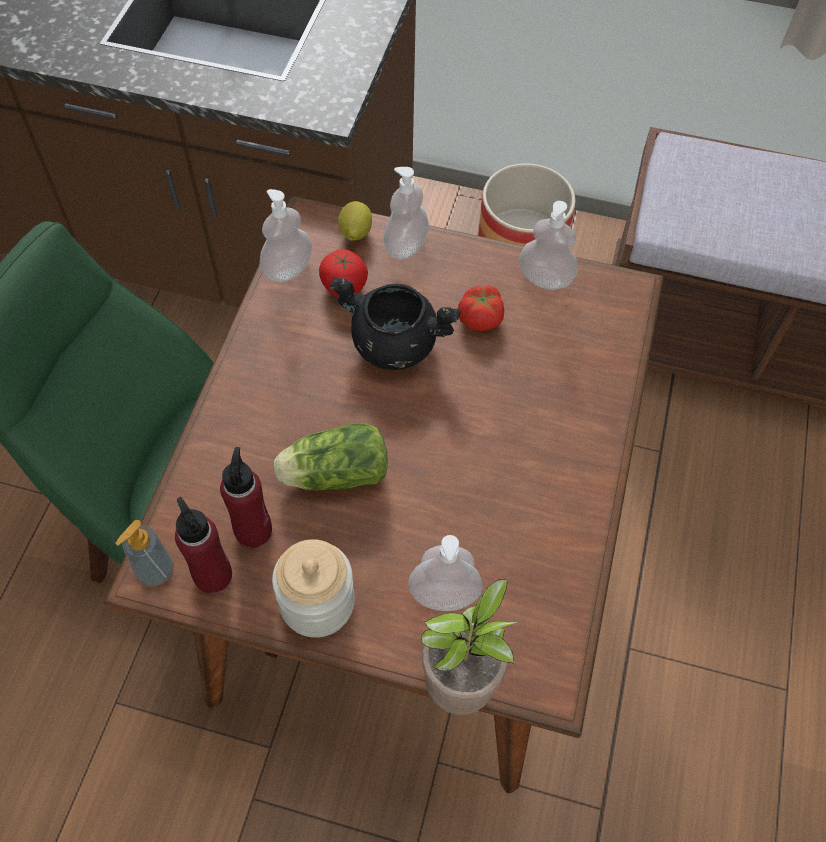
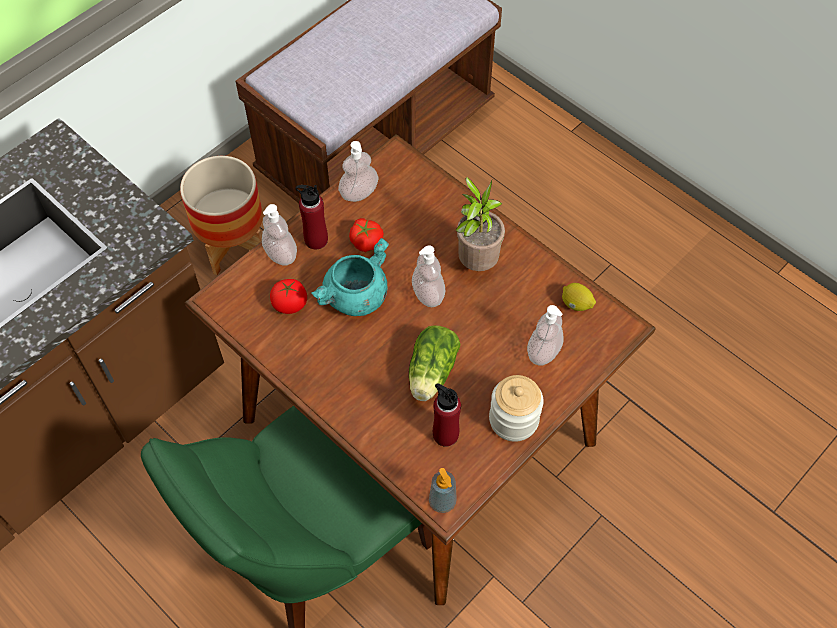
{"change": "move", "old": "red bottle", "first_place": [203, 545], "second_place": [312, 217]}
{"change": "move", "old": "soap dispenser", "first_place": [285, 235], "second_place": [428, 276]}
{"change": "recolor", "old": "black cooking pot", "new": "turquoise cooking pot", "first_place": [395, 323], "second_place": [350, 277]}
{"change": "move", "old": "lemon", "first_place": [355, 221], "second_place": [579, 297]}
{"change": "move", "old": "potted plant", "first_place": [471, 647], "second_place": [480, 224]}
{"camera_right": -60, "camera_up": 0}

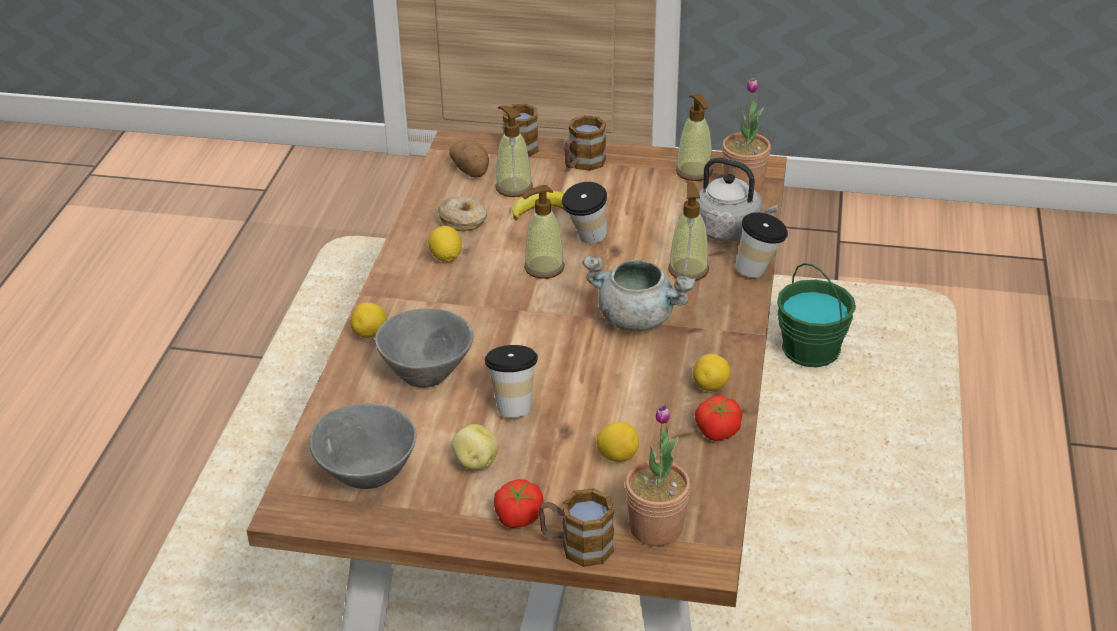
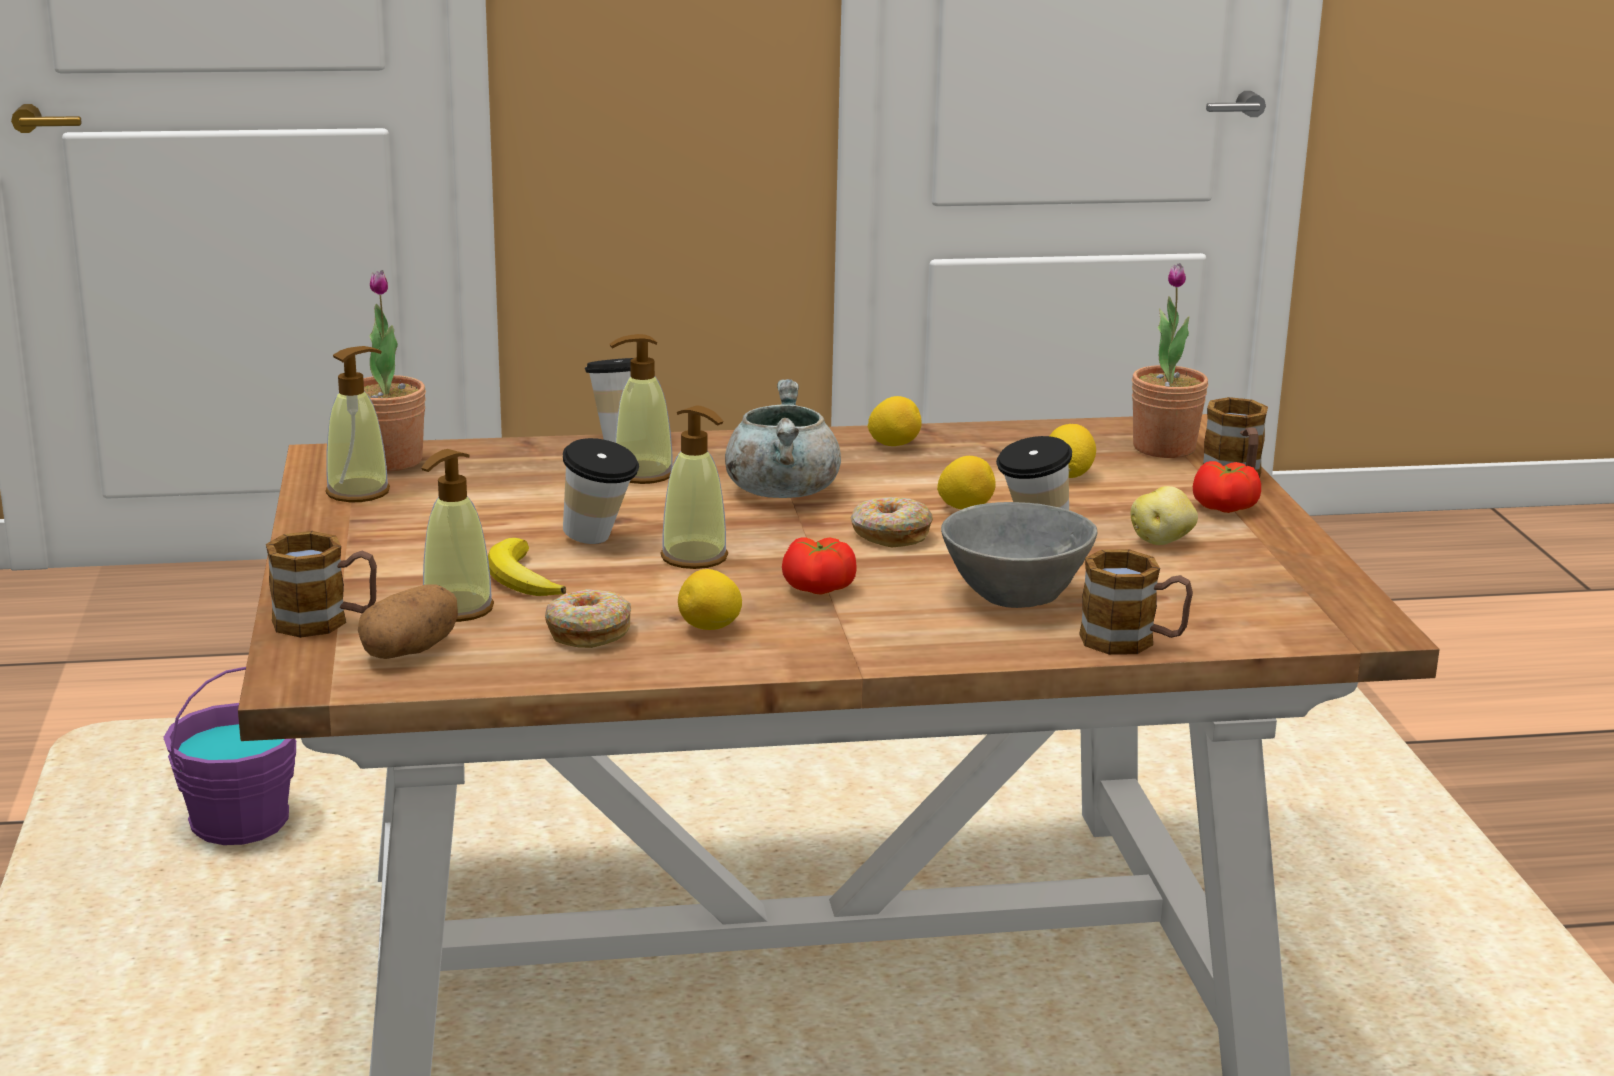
{"change": "delete", "old": "grey bowl", "first_place": [363, 446]}
{"change": "move", "old": "lemon", "first_place": [368, 320], "second_place": [966, 482]}
{"change": "move", "old": "mug", "first_place": [585, 143], "second_place": [1136, 602]}
{"change": "move", "old": "tomato", "first_place": [718, 418], "second_place": [819, 566]}
{"change": "delete", "old": "grey kettle", "first_place": [737, 200]}
{"change": "recolor", "old": "green bucket", "new": "purple bucket", "first_place": [816, 315], "second_place": [229, 756]}
{"change": "insert", "new": "donut", "second_place": [892, 522]}
{"camera_right": -110, "camera_up": -15}

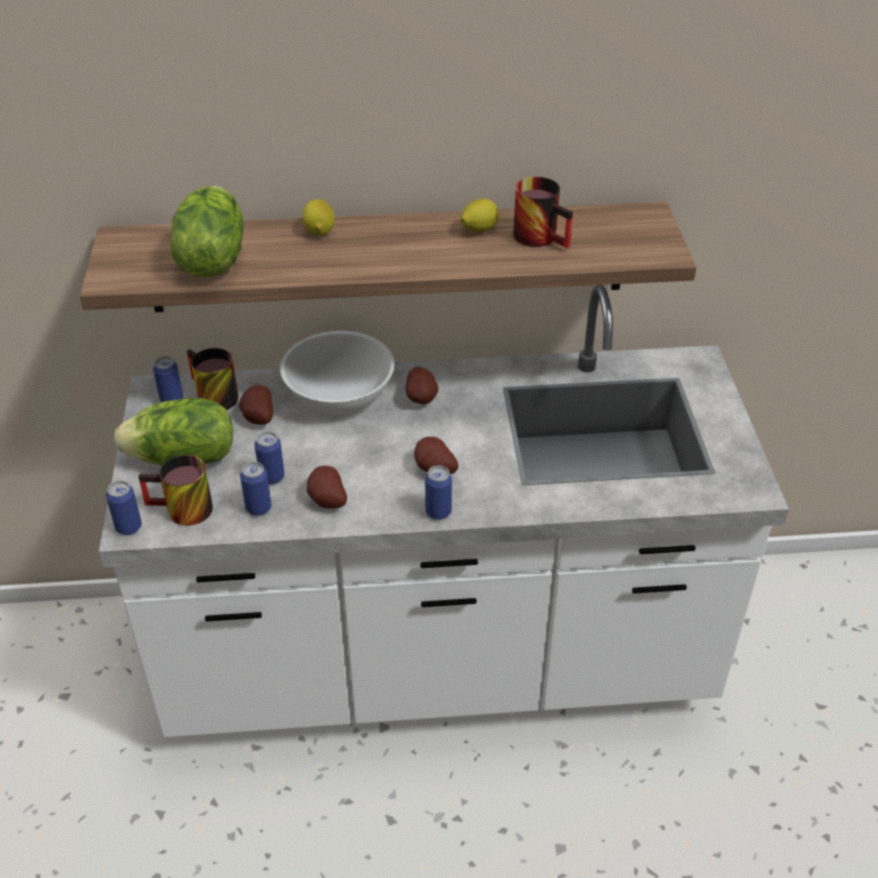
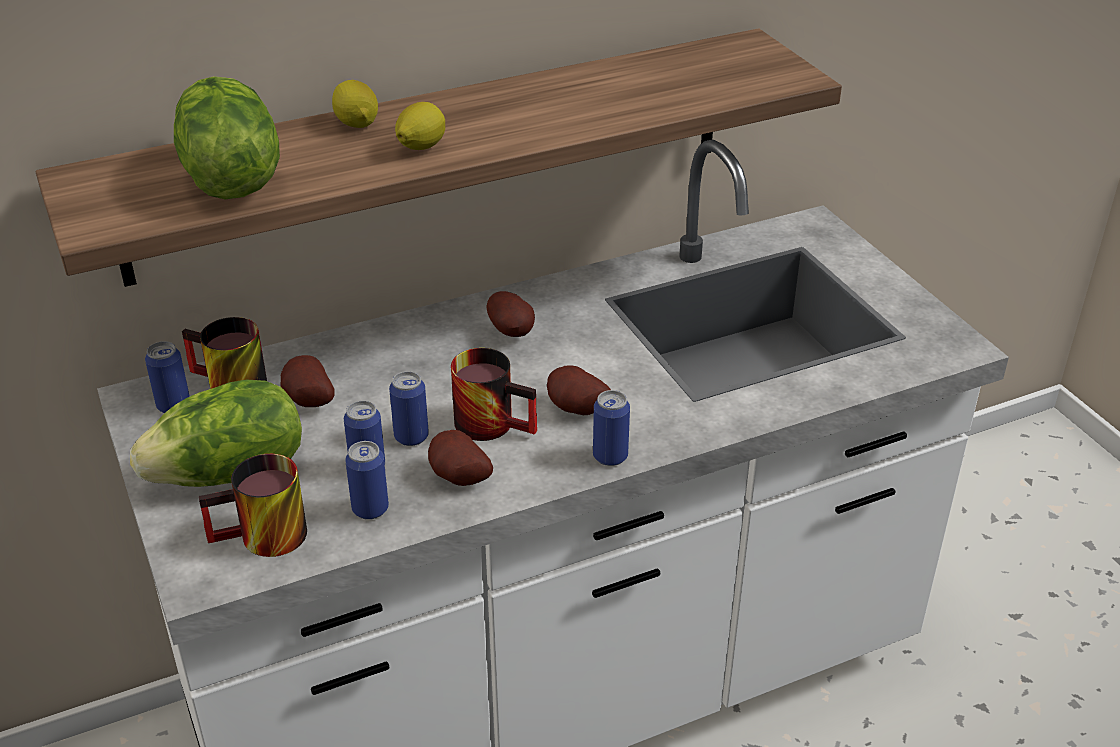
{"change": "move", "old": "can", "first_place": [124, 507], "second_place": [409, 408]}
{"change": "delete", "old": "white bowl", "first_place": [337, 373]}
{"change": "move", "old": "lemon", "first_place": [480, 215], "second_place": [420, 126]}
{"change": "move", "old": "mug", "first_place": [543, 212], "second_place": [494, 394]}
{"camera_right": -20, "camera_up": -5}

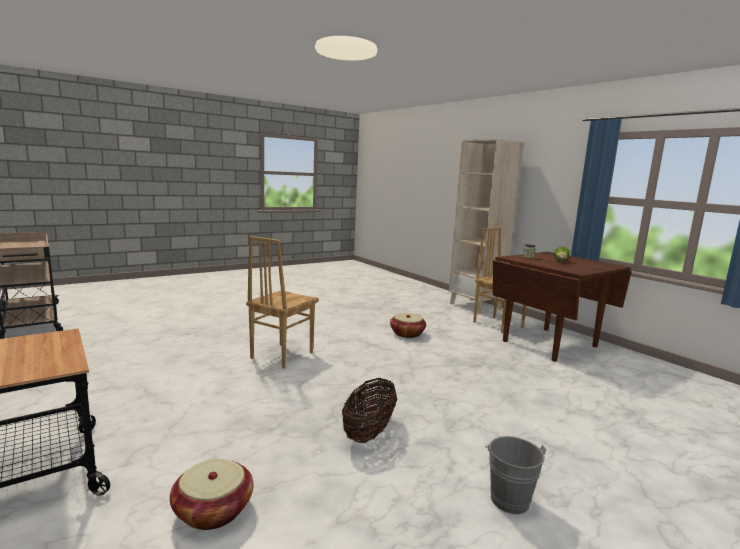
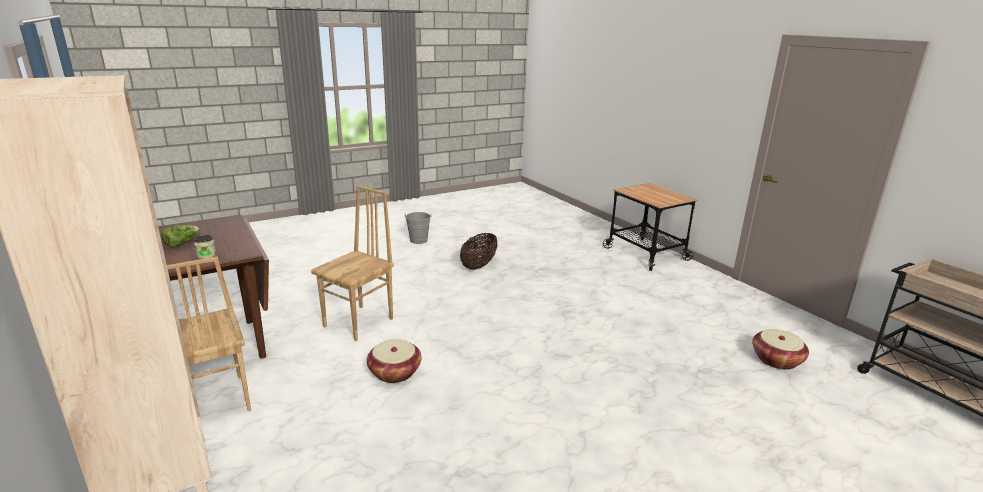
{"change": "move", "old": "basket", "first_place": [212, 494], "second_place": [780, 349]}
{"change": "move", "old": "brown chair", "first_place": [282, 302], "second_place": [352, 263]}
{"camera_right": -175, "camera_up": 10}

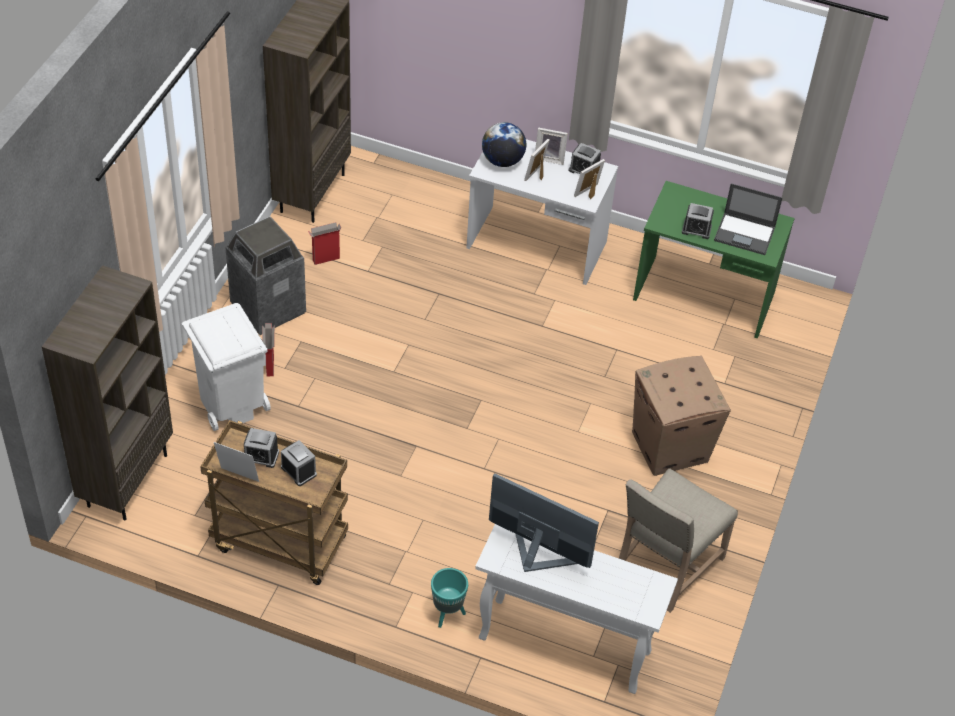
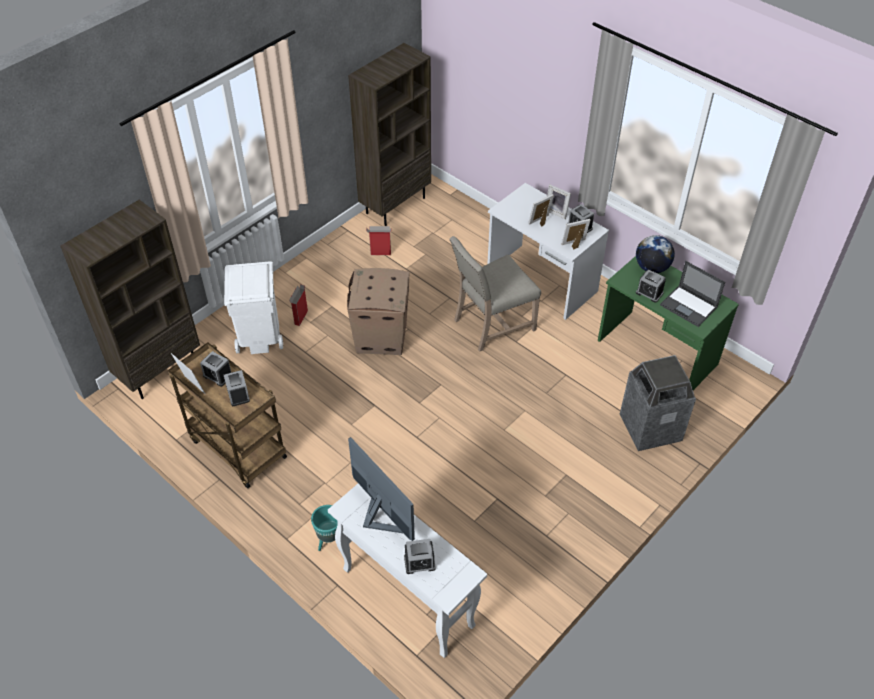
{"change": "move", "old": "trash can", "first_place": [265, 275], "second_place": [658, 403]}
{"change": "move", "old": "globe", "first_place": [504, 144], "second_place": [655, 254]}
{"change": "move", "old": "beige chair", "first_place": [678, 540], "second_place": [495, 294]}
{"change": "move", "old": "cardboard box", "first_place": [681, 416], "second_place": [378, 311]}
{"change": "insert", "new": "alarm clock", "second_place": [420, 556]}
{"camera_right": 25, "camera_up": 0}

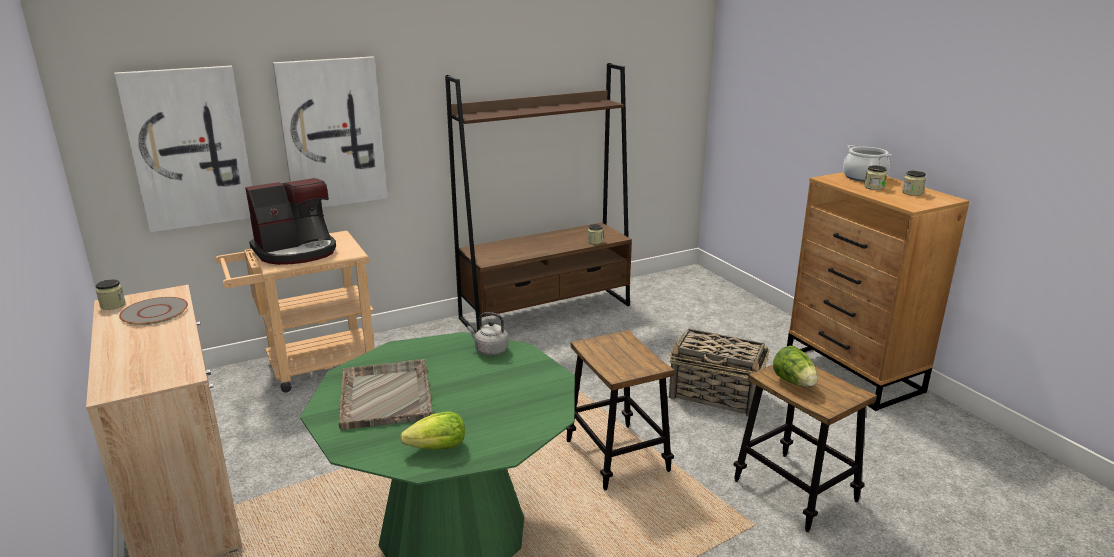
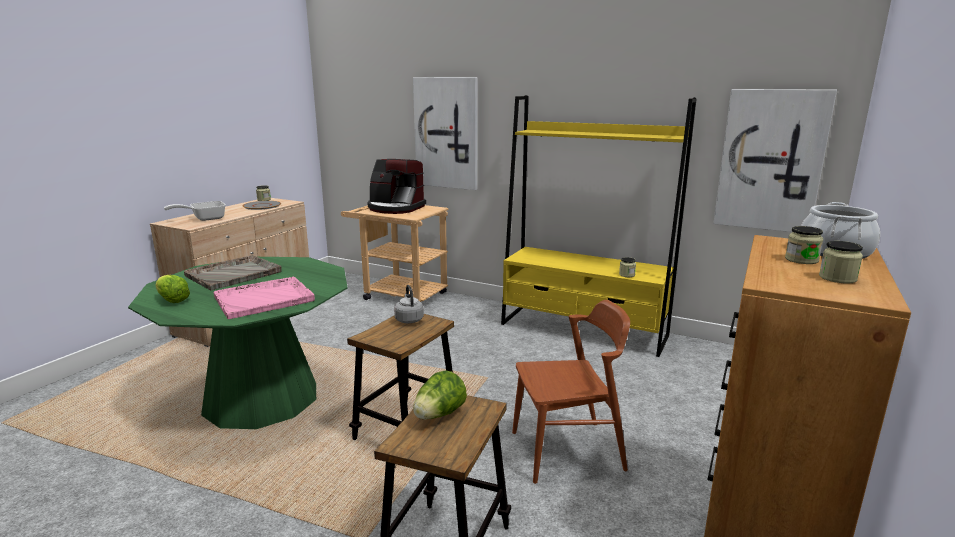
{"change": "move", "old": "picture", "first_place": [183, 149], "second_place": [775, 160]}
{"change": "recolor", "old": "brown bookcase", "new": "yellow bookcase", "first_place": [538, 198], "second_place": [599, 226]}
{"change": "move", "old": "grey kettle", "first_place": [488, 334], "second_place": [409, 304]}
{"change": "replace", "old": "basket", "new": "brown chair", "first_place": [719, 372], "second_place": [571, 392]}
{"change": "insert", "new": "frying pan", "second_place": [195, 211]}
{"change": "insert", "new": "pink tray", "second_place": [264, 297]}
{"camera_right": 55, "camera_up": -5}

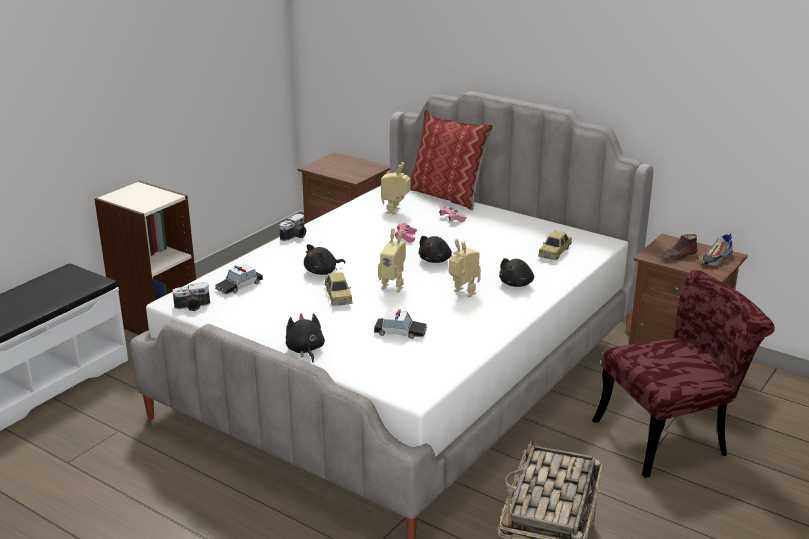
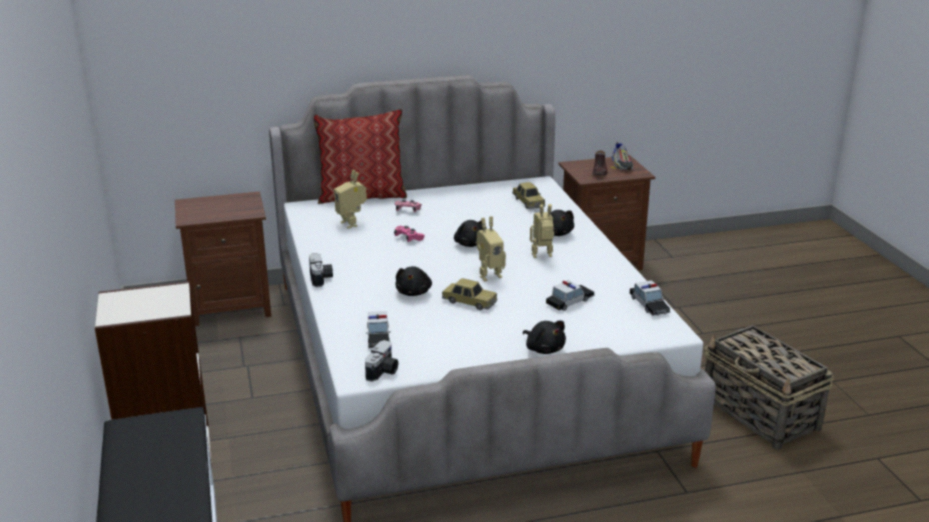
{"change": "rotate", "old": "black plush toy", "first_place": [305, 338], "second_place": [544, 337], "degrees": -150}
{"change": "delete", "old": "red chair", "first_place": [683, 374]}
{"change": "insert", "new": "toy car", "second_place": [650, 298]}
{"camera_right": -50, "camera_up": 0}

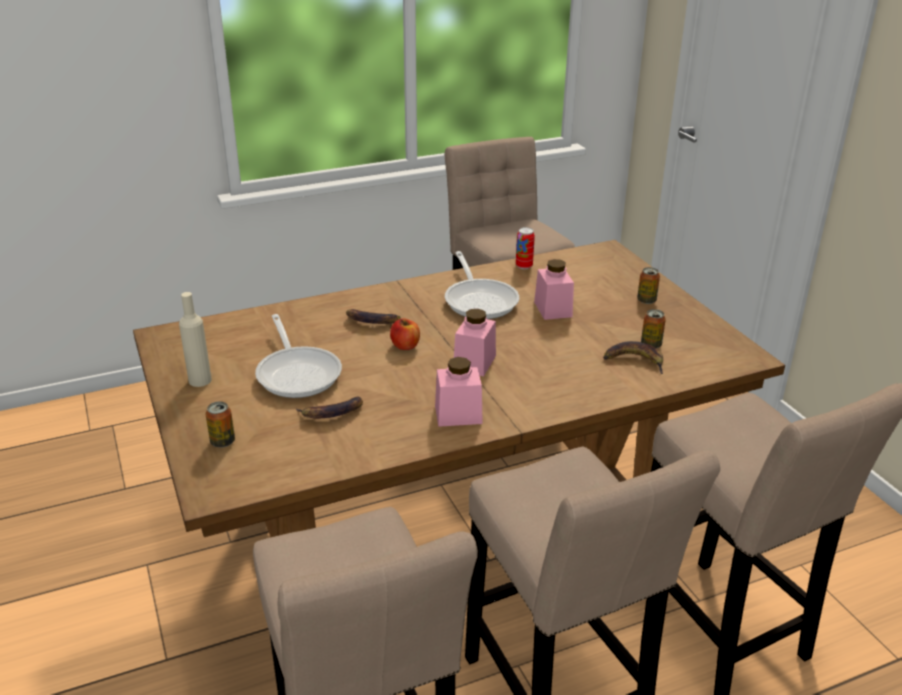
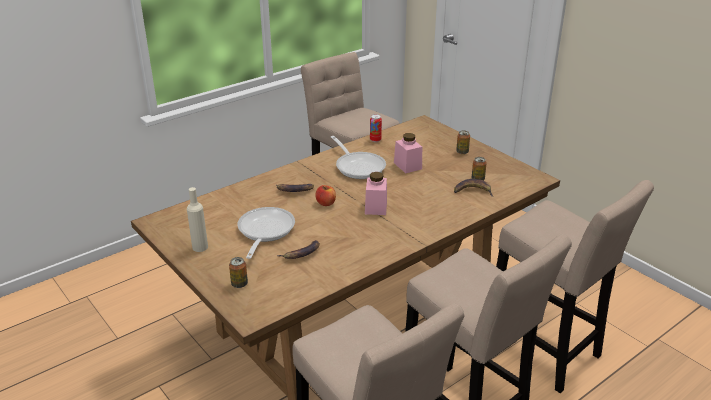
{"change": "rotate", "old": "frying pan", "first_place": [298, 356], "second_place": [266, 233], "degrees": -135}
{"change": "delete", "old": "pink jar", "first_place": [459, 392]}
{"camera_right": -15, "camera_up": 0}

